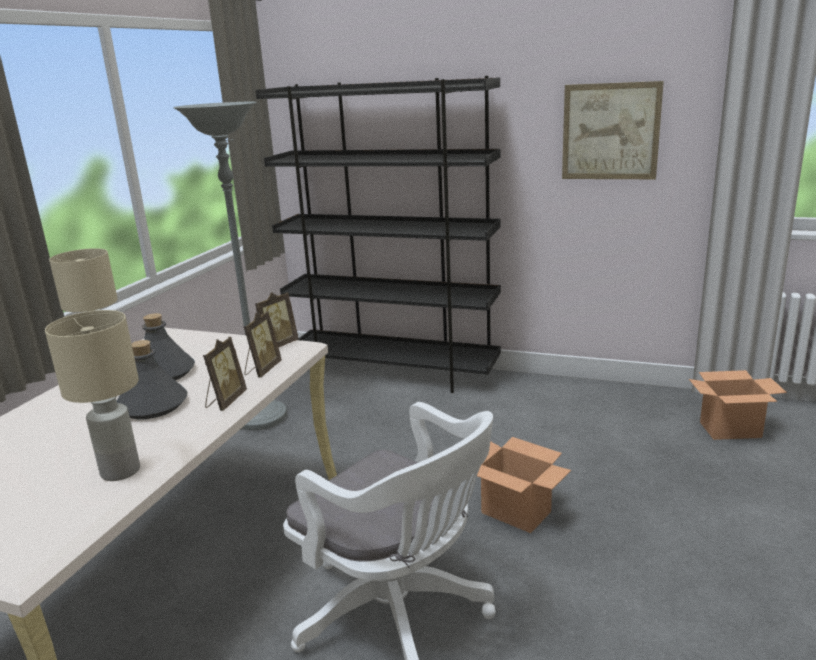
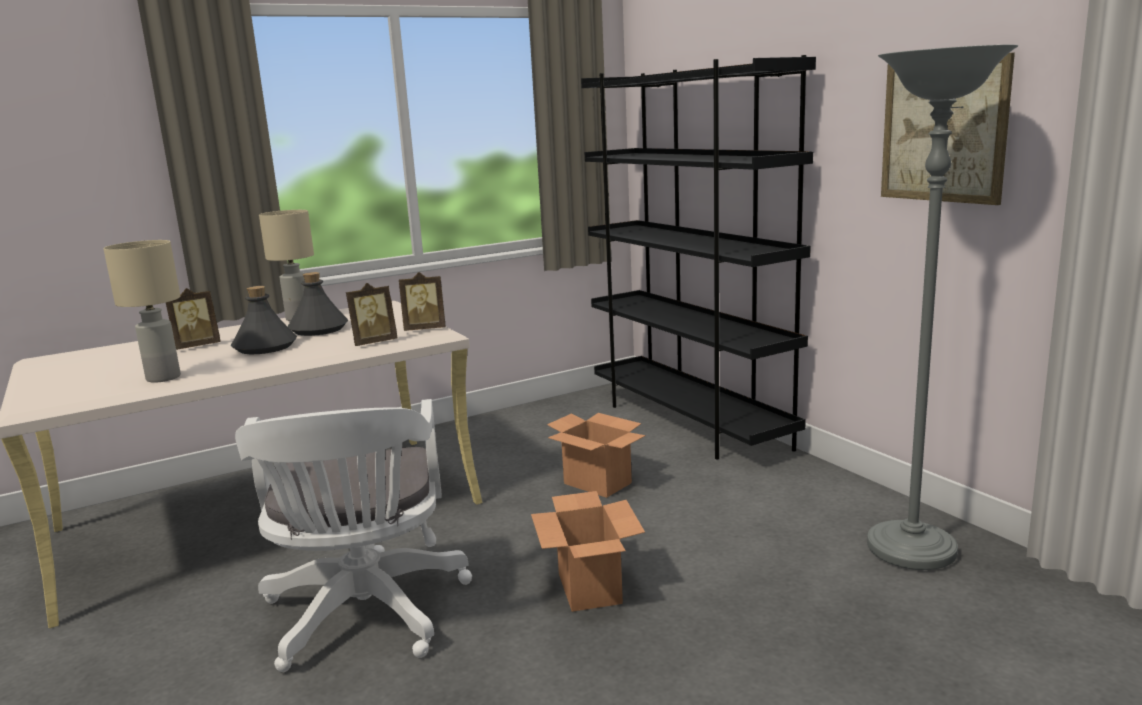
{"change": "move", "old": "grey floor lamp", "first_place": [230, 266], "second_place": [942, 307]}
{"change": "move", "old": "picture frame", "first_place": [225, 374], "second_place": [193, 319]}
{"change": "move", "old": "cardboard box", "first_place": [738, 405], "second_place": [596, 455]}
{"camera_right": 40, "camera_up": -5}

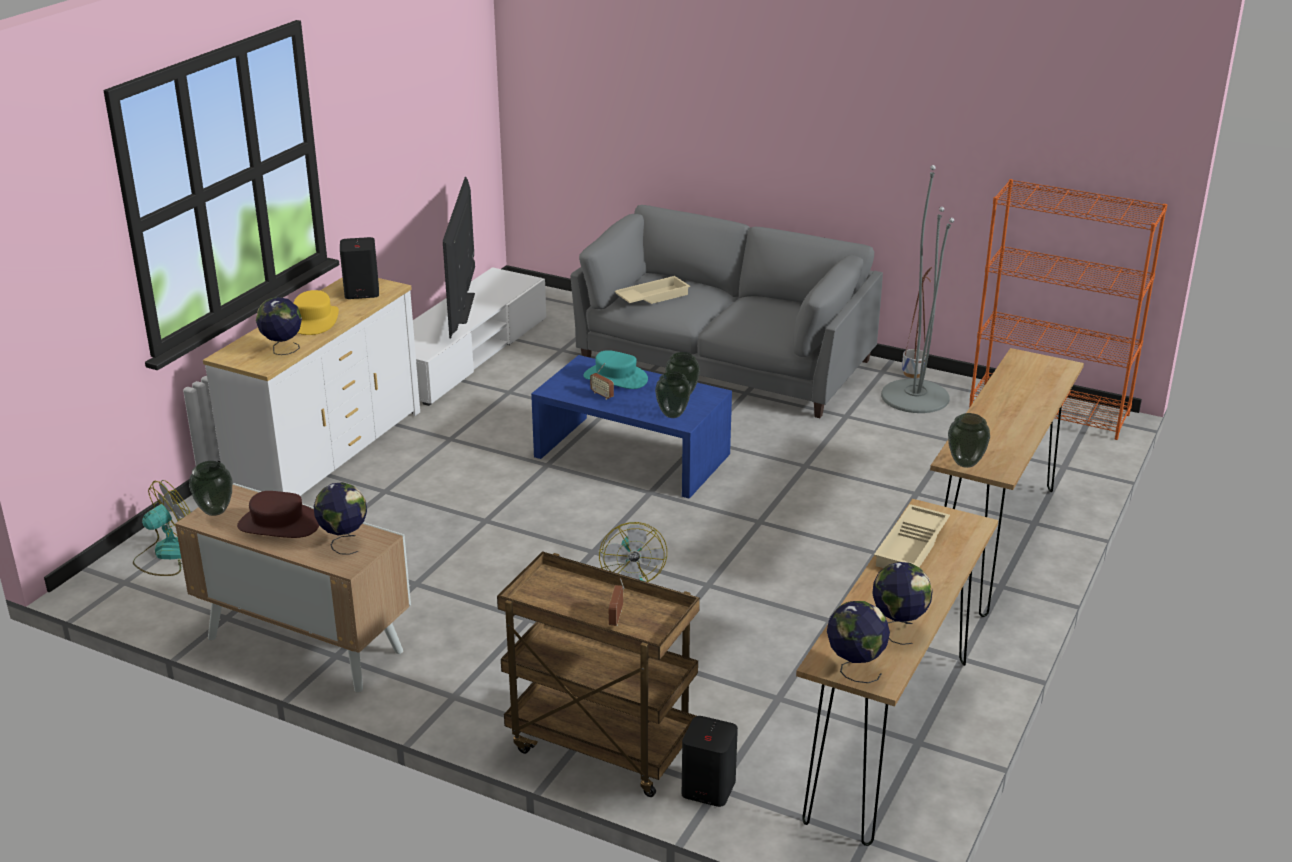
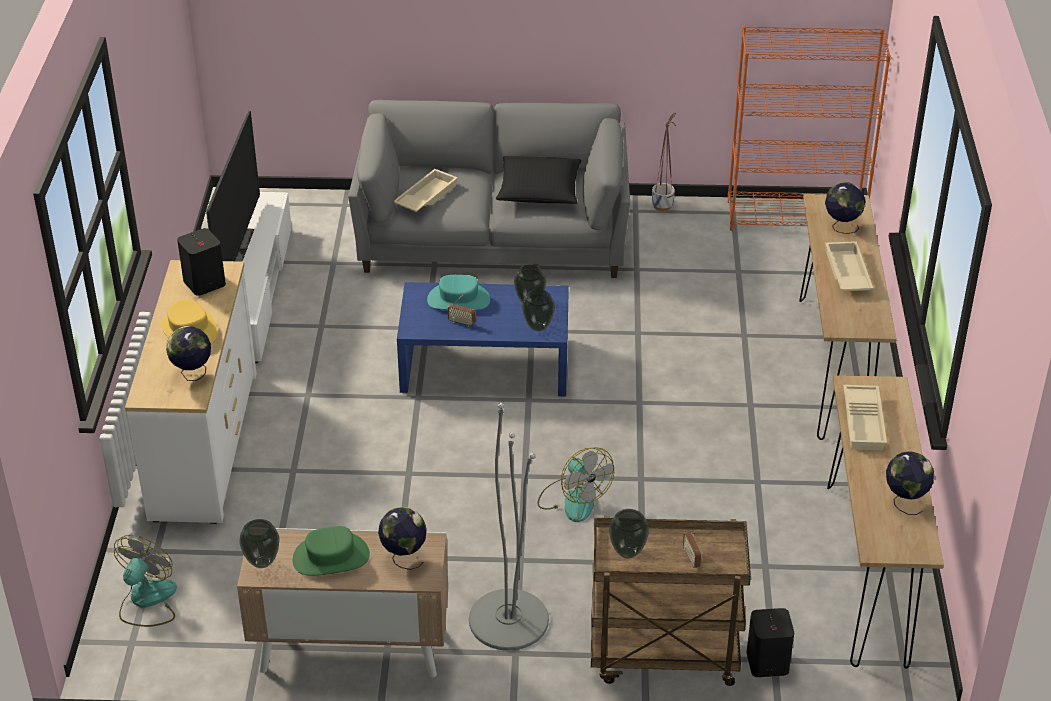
{"change": "recolor", "old": "brown hat", "new": "green hat", "first_place": [278, 514], "second_place": [331, 551]}
{"change": "rotate", "old": "television", "first_place": [459, 257], "second_place": [233, 186], "degrees": -150}
{"change": "move", "old": "globe", "first_place": [858, 642], "second_place": [845, 208]}
{"change": "move", "old": "grey floor lamp", "first_place": [917, 289], "second_place": [509, 527]}
{"change": "move", "old": "vase", "first_place": [969, 440], "second_place": [629, 534]}
{"change": "insert", "new": "black pillow", "second_place": [539, 180]}
{"change": "insert", "new": "beige tray", "second_place": [849, 266]}
{"camera_right": -25, "camera_up": 10}

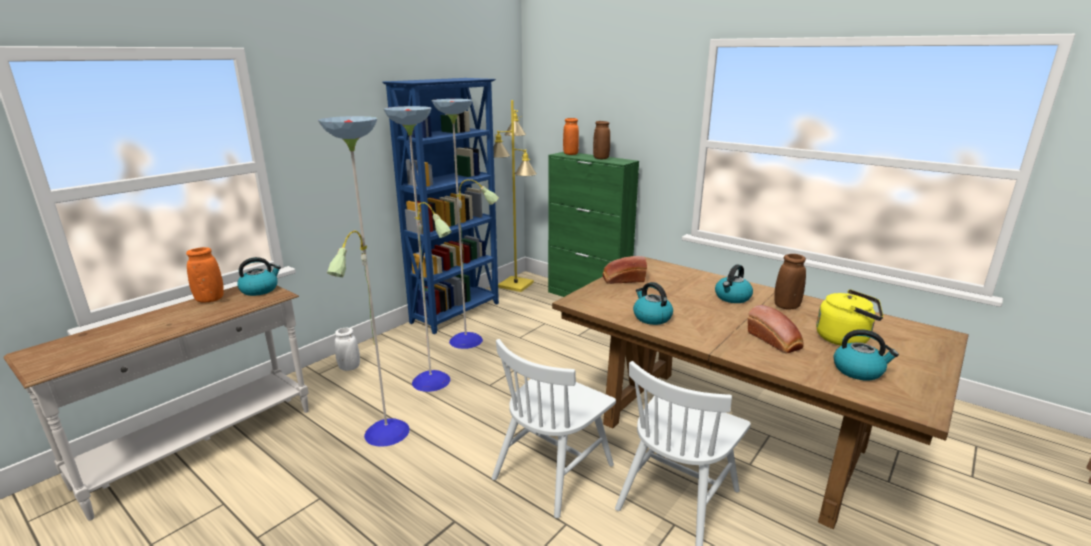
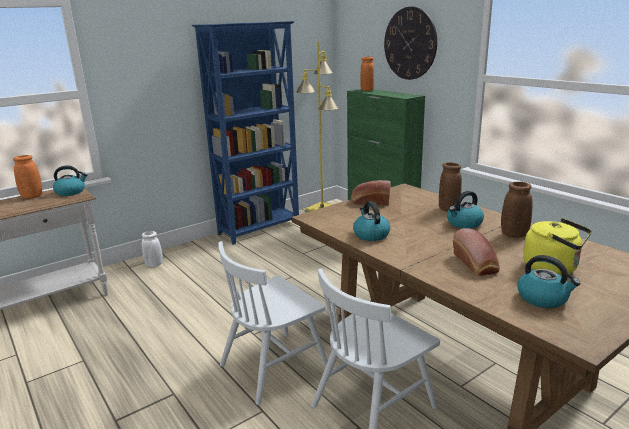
{"change": "delete", "old": "floor lamp", "first_place": [408, 273]}
{"change": "move", "old": "brown vase", "first_place": [601, 140], "second_place": [450, 187]}
{"change": "insert", "new": "wall clock", "second_place": [410, 43]}
{"camera_right": 15, "camera_up": 0}

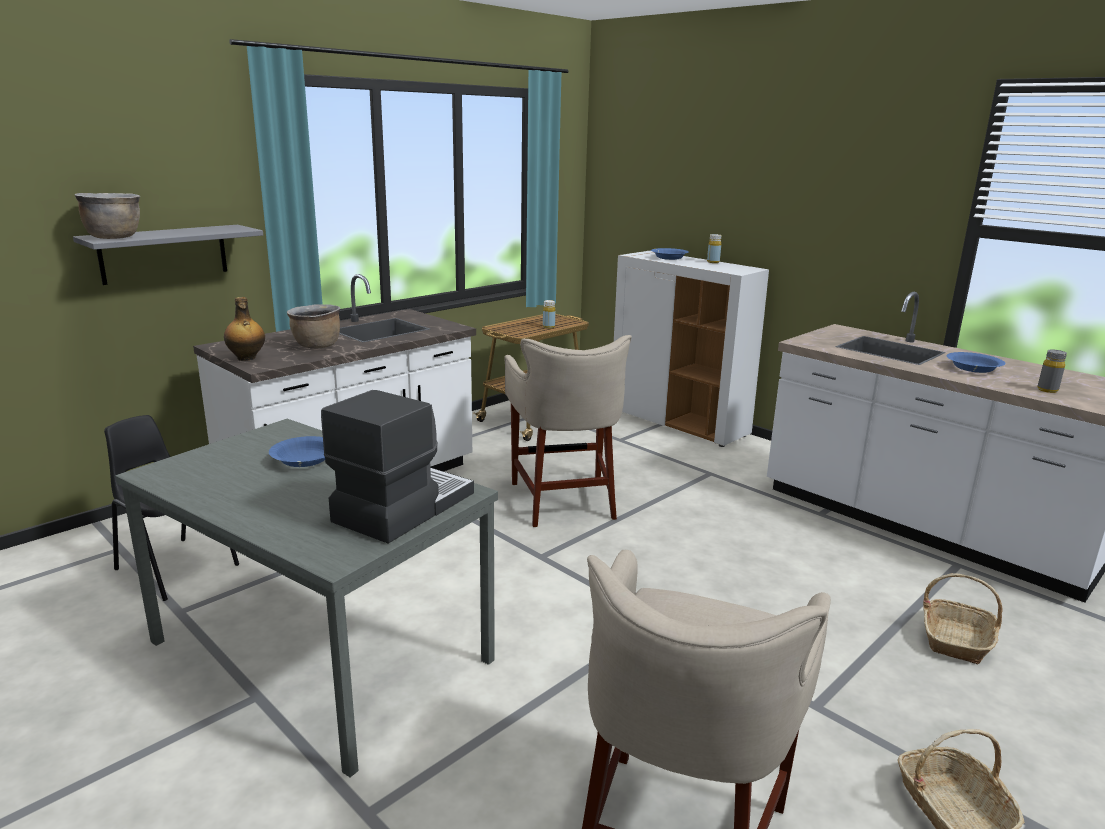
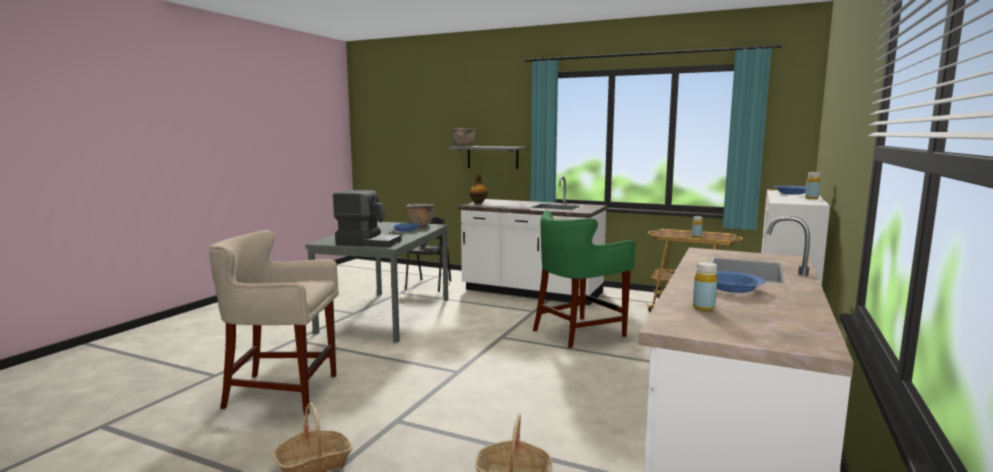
{"change": "move", "old": "brown cooking pot", "first_place": [313, 326], "second_place": [420, 215]}
{"change": "recolor", "old": "beige stool", "new": "green stool", "first_place": [568, 431], "second_place": [584, 279]}
{"change": "recolor", "old": "grey bottle", "new": "yellow bottle", "first_place": [1052, 371], "second_place": [705, 286]}
{"camera_right": 70, "camera_up": -10}

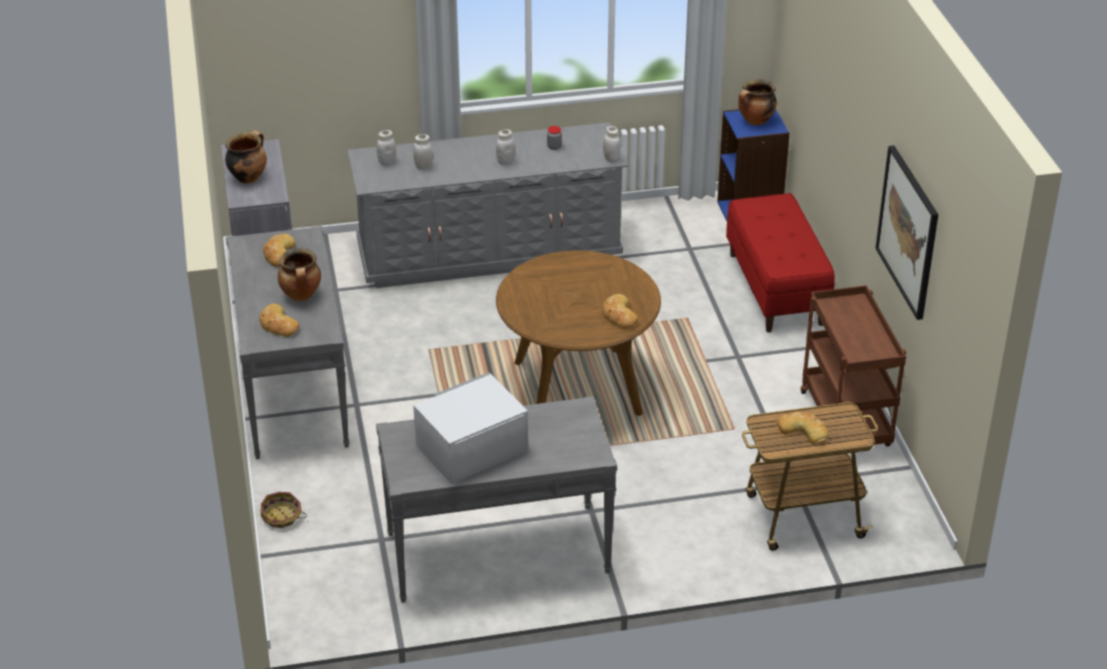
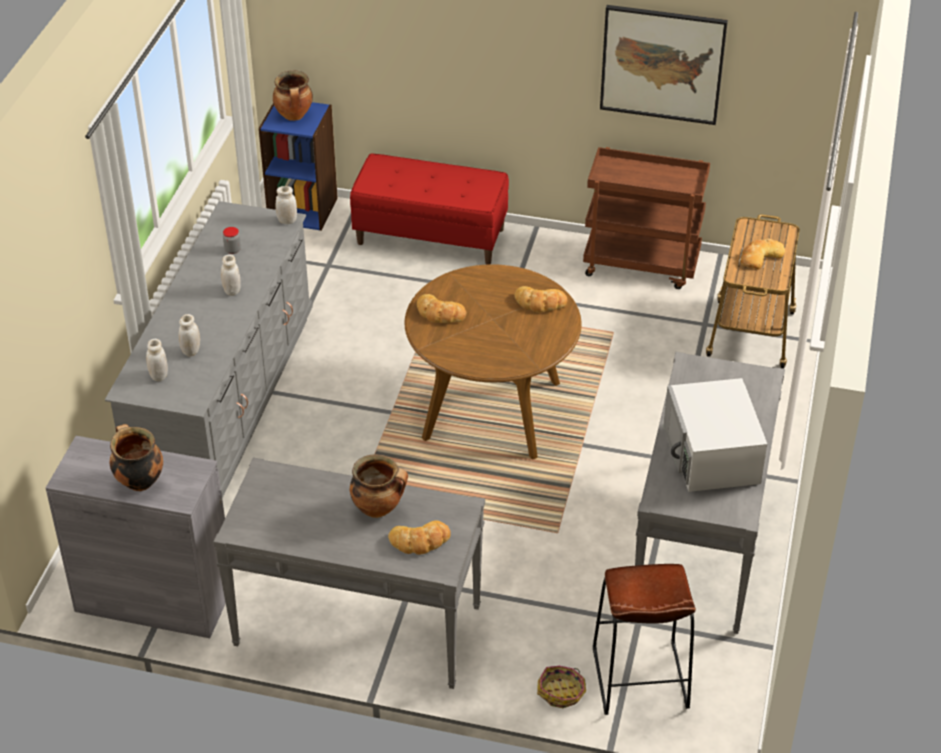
{"change": "move", "old": "bread", "first_place": [279, 250], "second_place": [441, 308]}
{"change": "insert", "new": "brown stool", "second_place": [644, 639]}
{"camera_right": -65, "camera_up": 5}

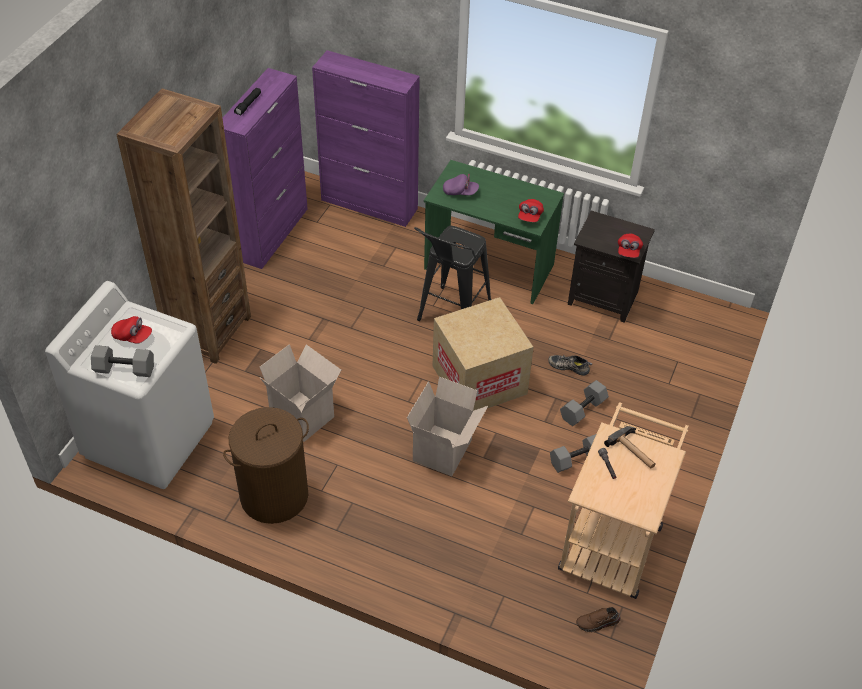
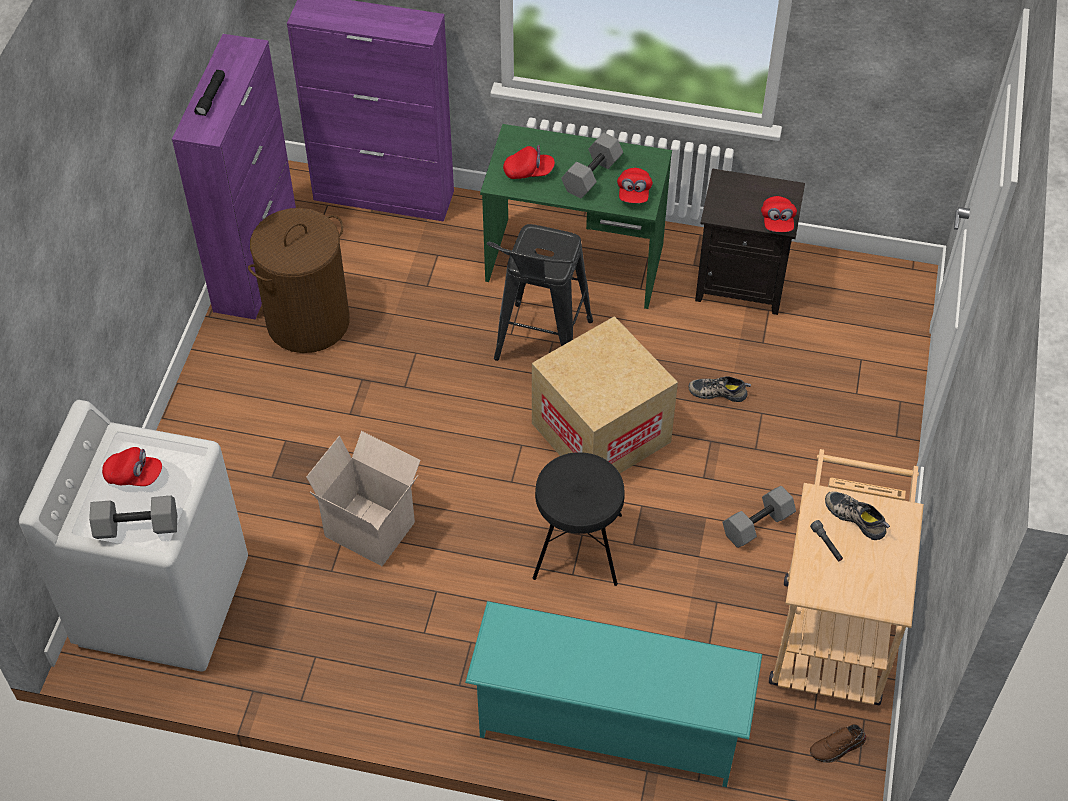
{"change": "delete", "old": "brown bookcase", "first_place": [183, 226]}
{"change": "move", "old": "brown laundry basket", "first_place": [266, 465], "second_place": [299, 280]}
{"change": "replace", "old": "cardboard box", "new": "black stool", "first_place": [447, 426], "second_place": [578, 519]}
{"change": "recolor", "old": "purple cap", "new": "red cap", "first_place": [461, 184], "second_place": [529, 162]}
{"change": "move", "old": "grey dumbbell", "first_place": [584, 403], "second_place": [592, 165]}
{"change": "replace", "old": "hammer", "new": "shoe", "first_place": [630, 447], "second_place": [857, 515]}
{"change": "insert", "new": "turquoise shoe rack", "second_place": [613, 694]}
{"camera_right": -10, "camera_up": 5}

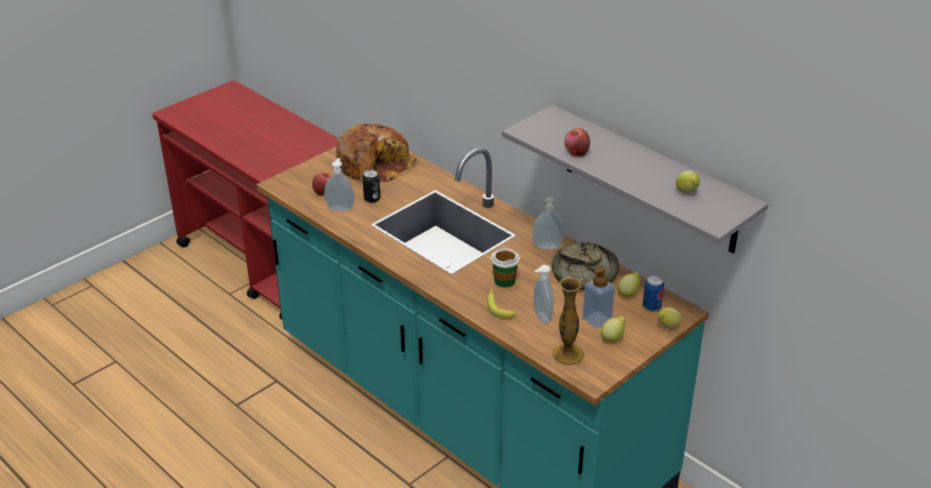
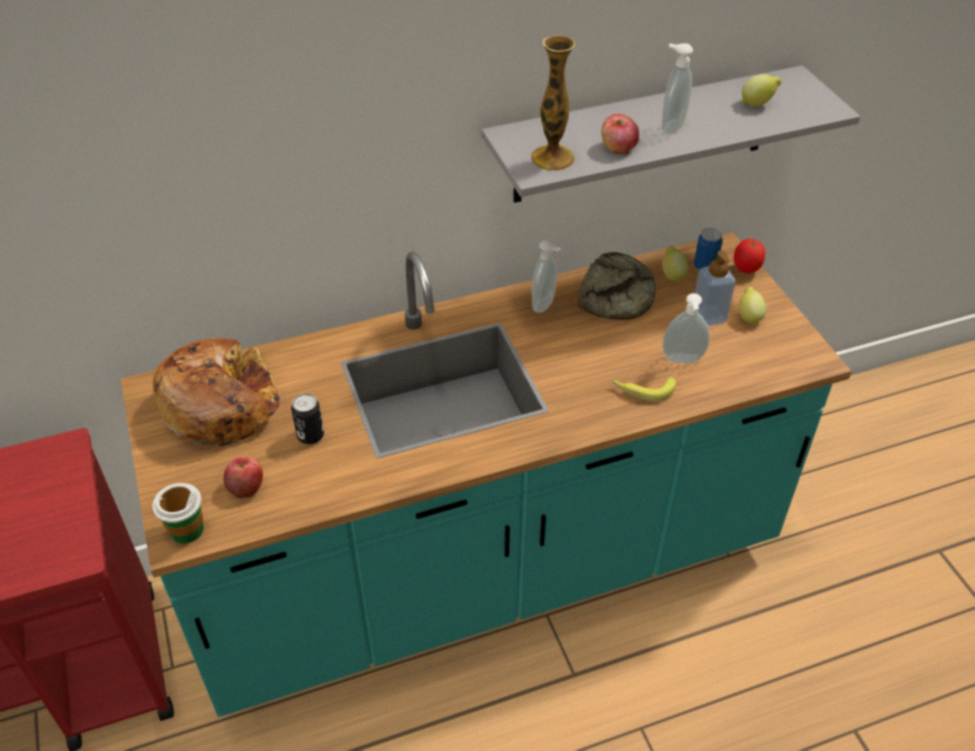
{"change": "move", "old": "soap dispenser", "first_place": [339, 184], "second_place": [677, 89]}
{"change": "move", "old": "cup", "first_place": [505, 268], "second_place": [178, 513]}
{"change": "move", "old": "vase", "first_place": [568, 321], "second_place": [553, 103]}
{"change": "replace", "old": "lemon", "new": "tomato", "first_place": [670, 317], "second_place": [749, 256]}
{"camera_right": -65, "camera_up": 10}

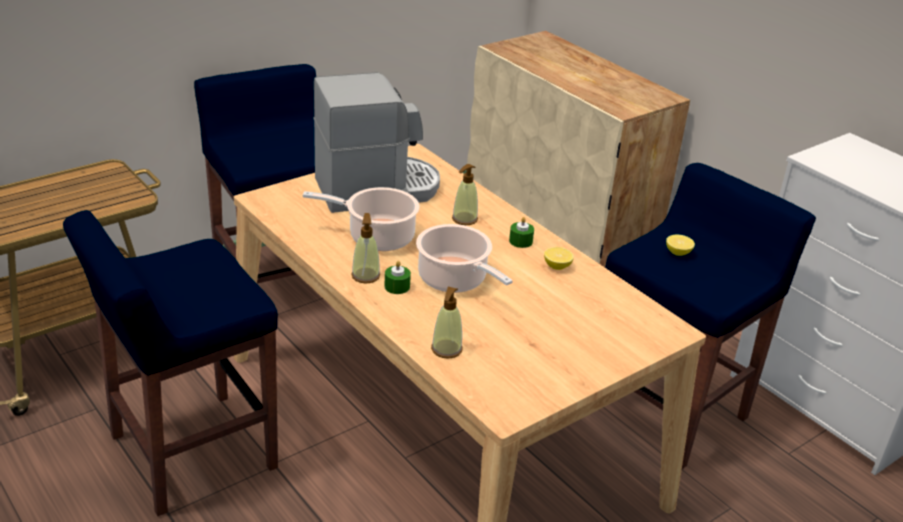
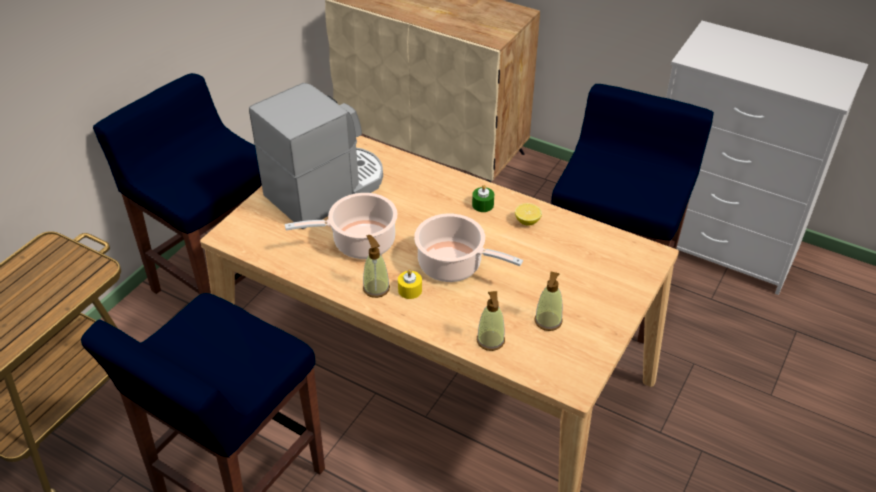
{"change": "recolor", "old": "green candle", "new": "yellow candle", "first_place": [397, 277], "second_place": [410, 284]}
{"change": "move", "old": "soap dispenser", "first_place": [465, 194], "second_place": [548, 301]}
{"change": "delete", "old": "lemon", "first_place": [680, 245]}
{"camera_right": -20, "camera_up": 10}

